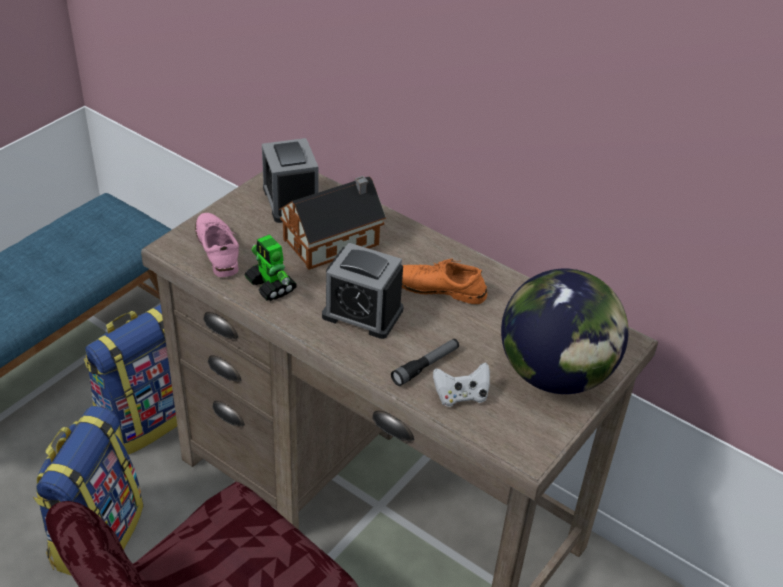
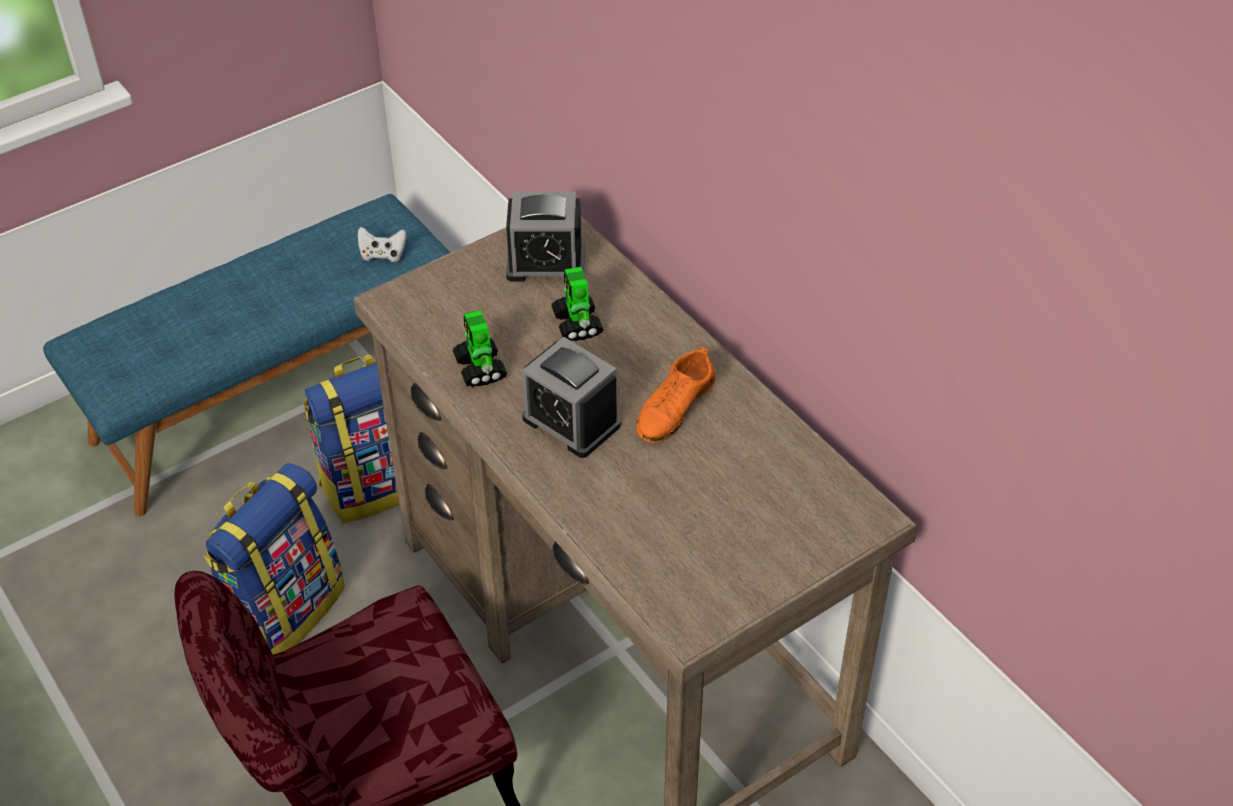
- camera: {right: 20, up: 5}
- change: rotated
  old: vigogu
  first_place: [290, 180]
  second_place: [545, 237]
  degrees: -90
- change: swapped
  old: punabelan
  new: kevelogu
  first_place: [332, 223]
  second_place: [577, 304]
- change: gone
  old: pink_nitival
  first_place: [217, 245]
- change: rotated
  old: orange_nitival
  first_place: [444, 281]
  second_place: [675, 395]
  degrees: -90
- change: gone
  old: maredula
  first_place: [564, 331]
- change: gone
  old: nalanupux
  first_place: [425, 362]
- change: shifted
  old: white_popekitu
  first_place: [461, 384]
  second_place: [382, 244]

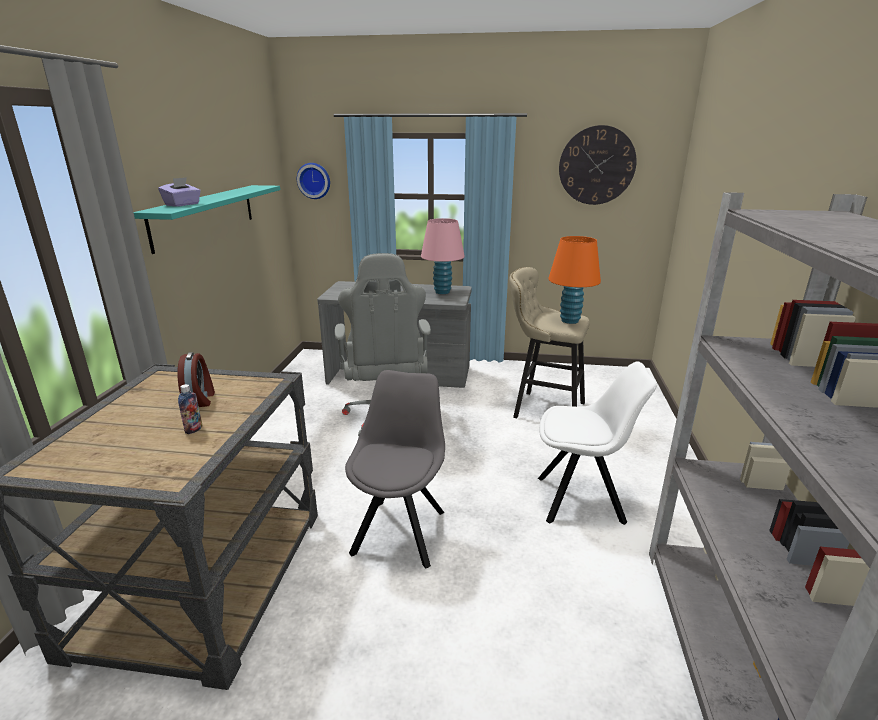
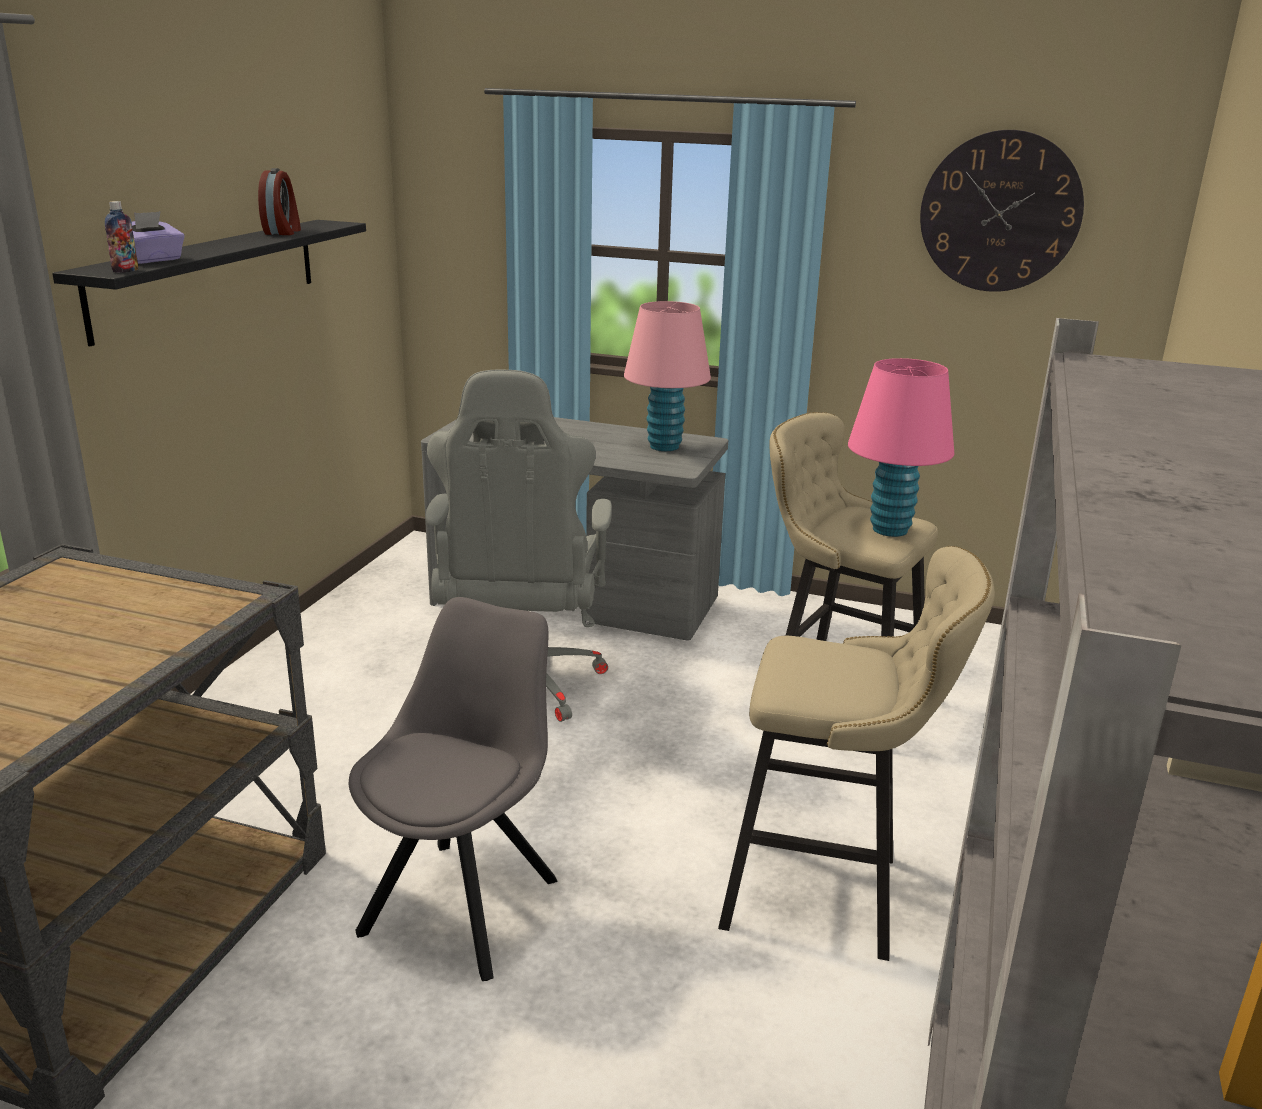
- camera: {right: 10, up: 0}
- change: gone
  old: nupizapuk
  first_place: [313, 181]
- change: repainted
  old: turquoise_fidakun
  new: black_fidakun
  first_place: [206, 219]
  second_place: [209, 283]
- change: repainted
  old: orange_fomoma
  new: pink_fomoma
  first_place: [574, 280]
  second_place: [901, 447]
- change: shifted
  old: vigogu
  first_place: [196, 379]
  second_place: [279, 201]
- change: swapped
  old: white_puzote
  new: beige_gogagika
  first_place: [597, 443]
  second_place: [856, 753]
- change: shifted
  old: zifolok
  first_place: [190, 409]
  second_place: [121, 237]

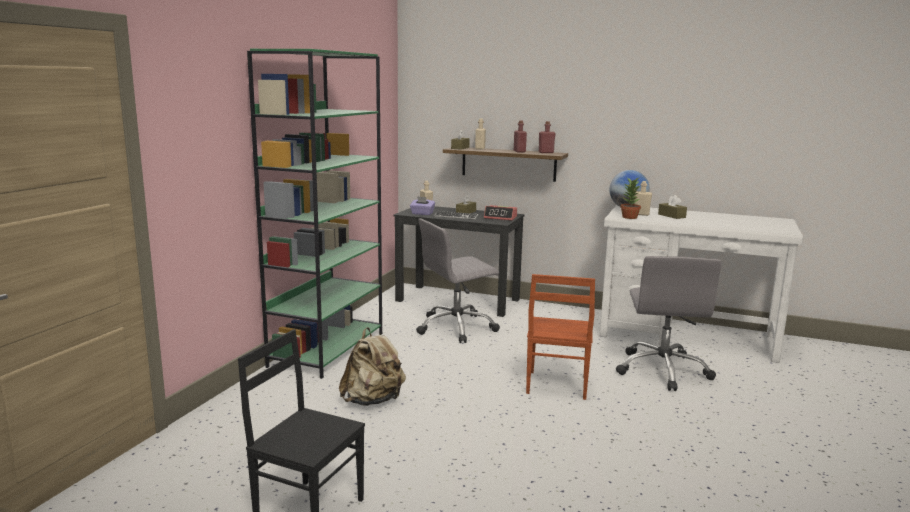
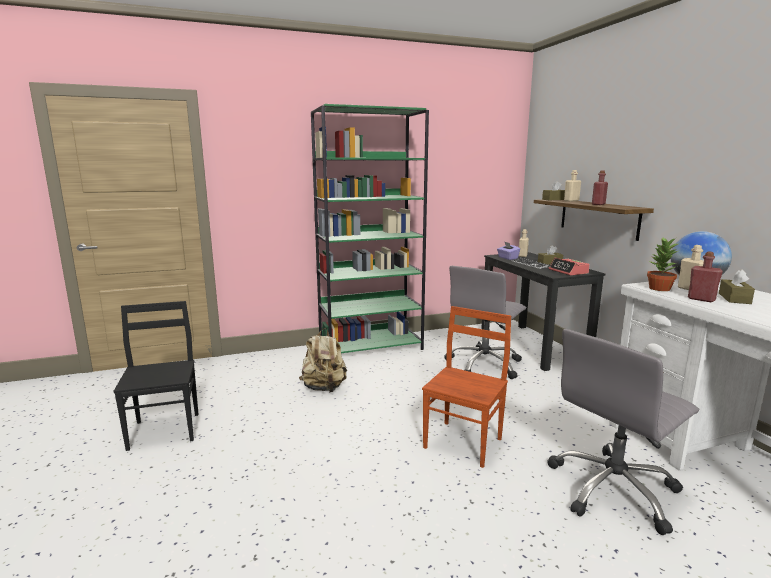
- camera: {right: 50, up: 0}
- change: shifted
  old: red_zifolok
  first_place: [547, 137]
  second_place: [705, 276]
- change: rotated
  old: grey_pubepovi
  first_place: [458, 280]
  second_place: [485, 322]
  degrees: -75
- change: rotated
  old: brown_puzote
  first_place: [560, 337]
  second_place: [466, 387]
  degrees: 150

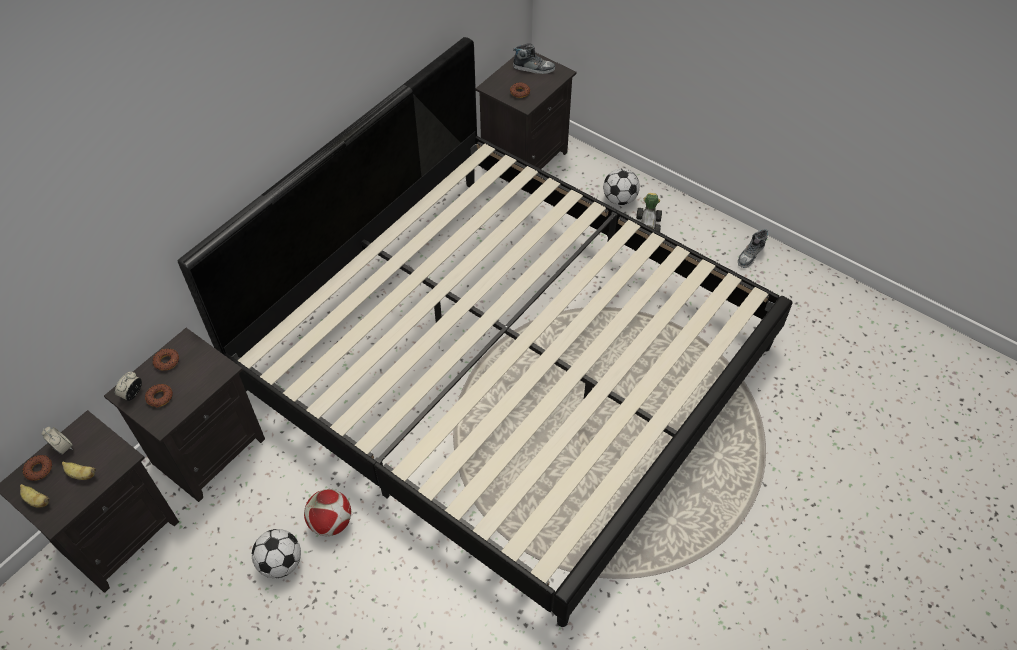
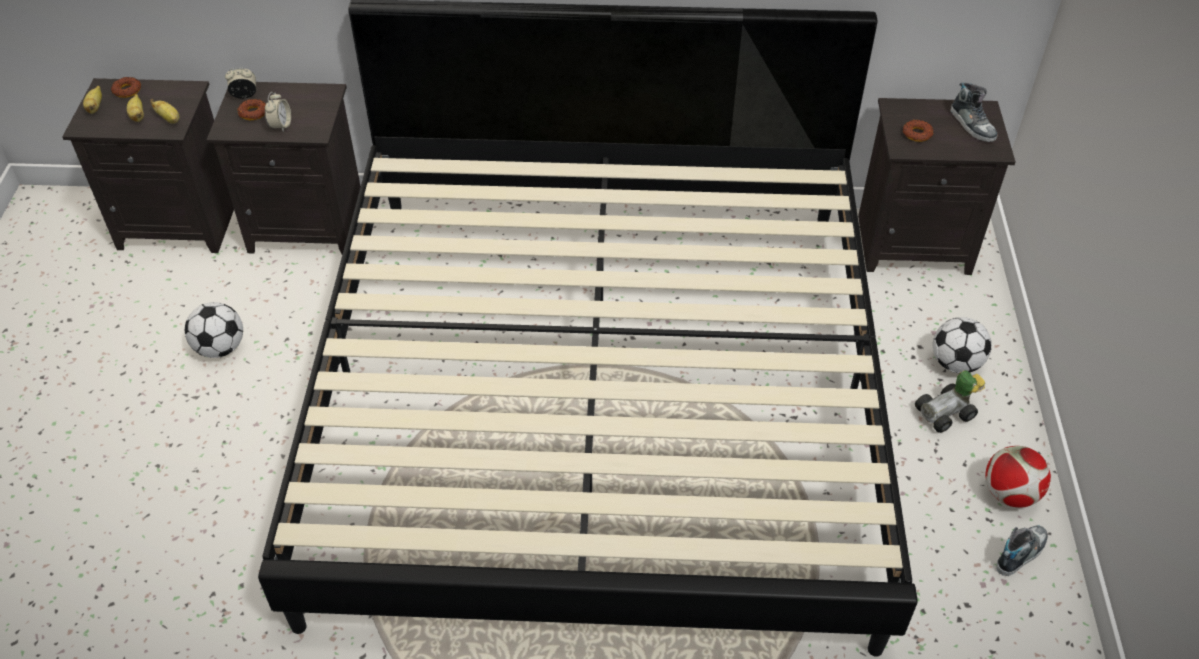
- camera: {right: 55, up: -5}
- change: rotated
  old: nitival
  first_place: [753, 248]
  second_place: [1022, 550]
  degrees: 135
- change: gone
  old: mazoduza
  first_place: [165, 360]
- change: shifted
  old: vigogu
  first_place: [57, 441]
  second_place: [278, 112]
- change: shifted
  old: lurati
  first_place: [327, 512]
  second_place: [1018, 477]
- change: new
  new: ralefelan
  second_place: [165, 111]

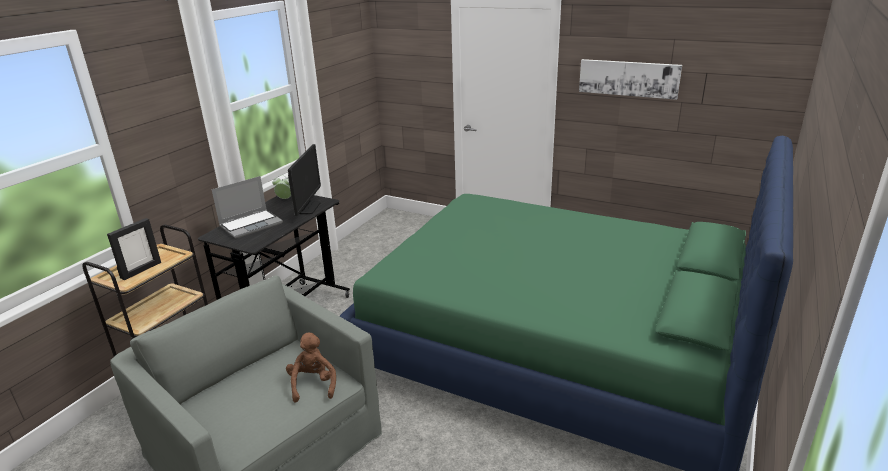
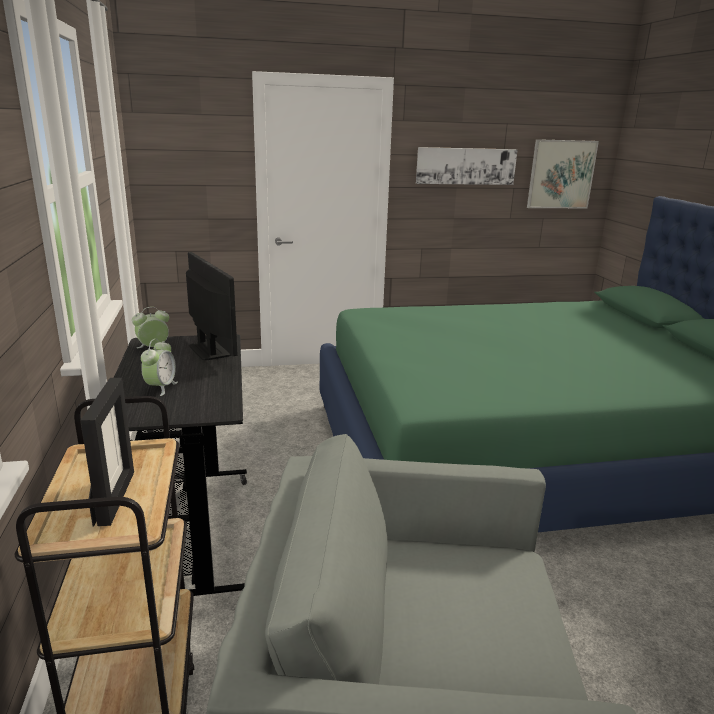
- camera: {right: -40, up: -5}
- change: swapped
  old: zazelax
  new: vigogu
  first_place: [247, 207]
  second_place: [159, 367]
- change: gone
  old: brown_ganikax
  first_place: [311, 367]
- change: new
  new: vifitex
  second_place: [563, 173]

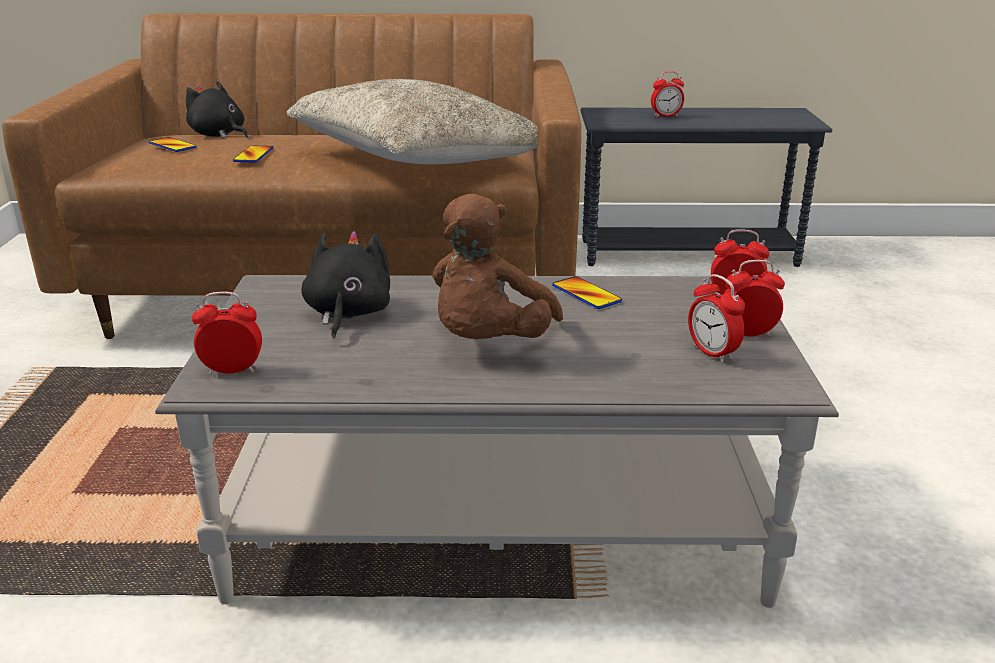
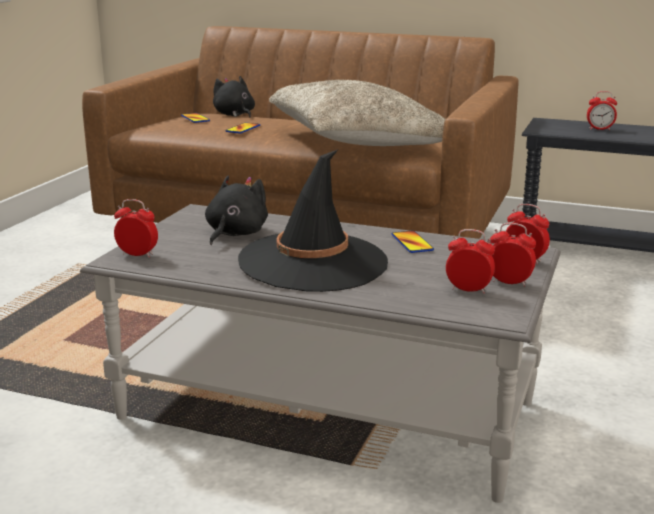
- camera: {right: 20, up: -5}
- change: swapped
  old: brown_ganikax
  new: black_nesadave
  first_place: [497, 266]
  second_place: [313, 221]
- change: rotated
  old: vigogu
  first_place: [716, 318]
  second_place: [470, 261]
  degrees: 120

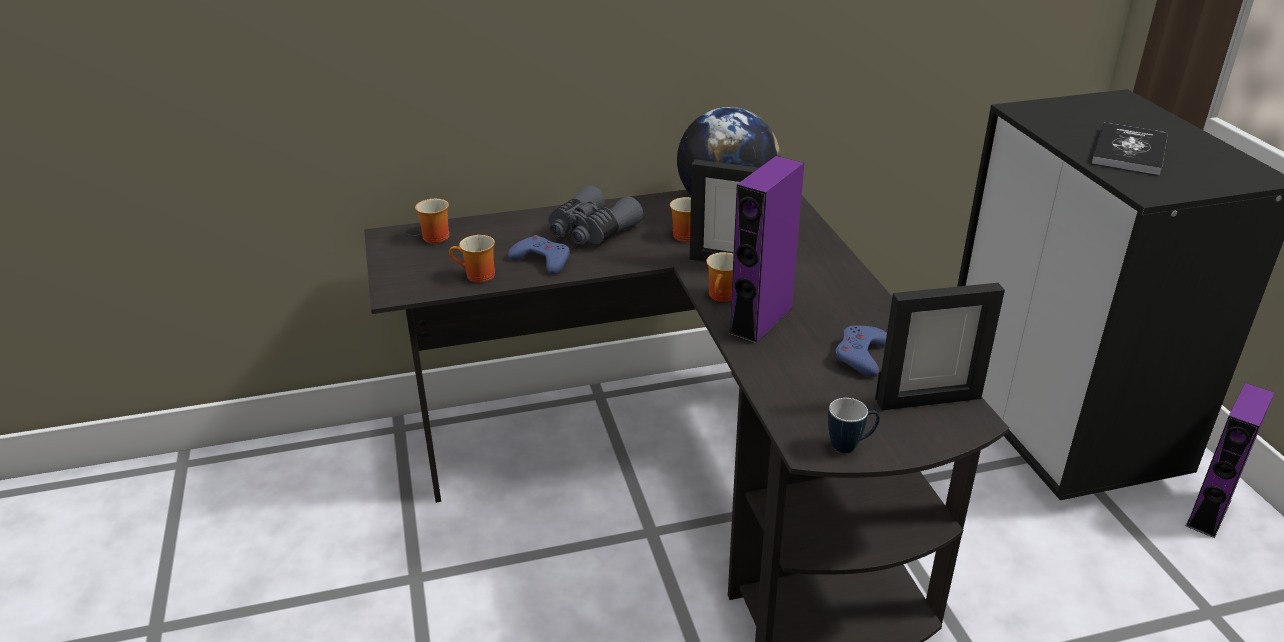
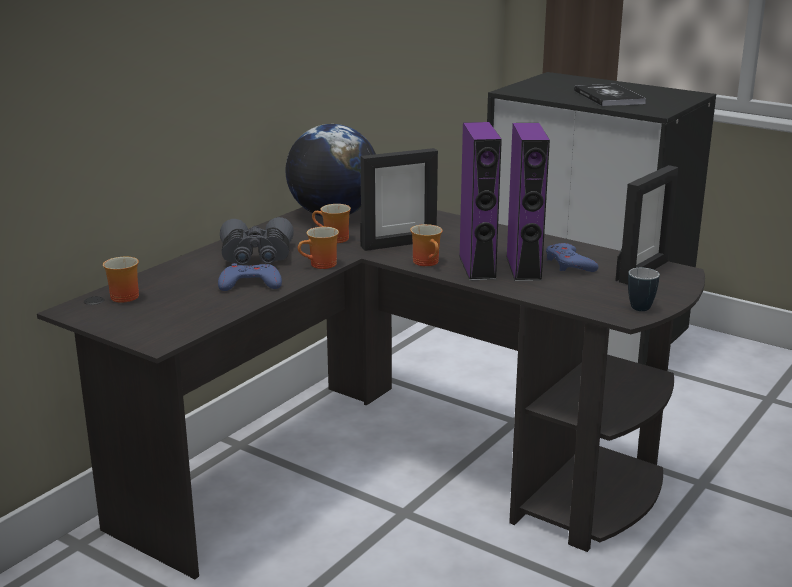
- camera: {right: -40, up: -10}
- change: shifted
  old: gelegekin
  first_place: [472, 259]
  second_place: [318, 248]
- change: shifted
  old: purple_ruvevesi
  first_place: [1230, 460]
  second_place: [528, 202]

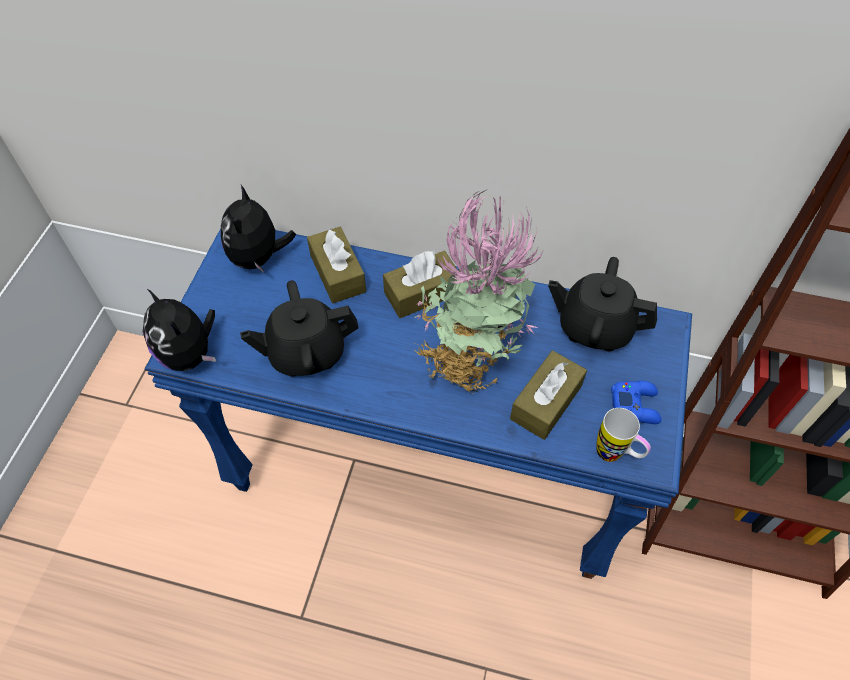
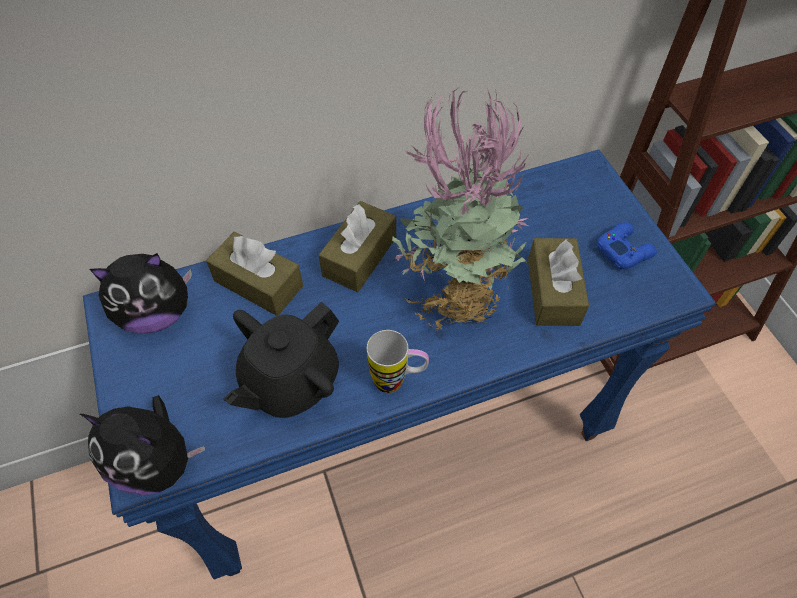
- camera: {right: -35, up: 0}
- change: rotated
  old: ganikax
  first_place: [258, 229]
  second_place: [141, 293]
  degrees: -75
- change: gone
  old: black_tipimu
  first_place: [602, 304]
- change: shifted
  old: gelegekin
  first_place: [623, 435]
  second_place: [398, 361]

